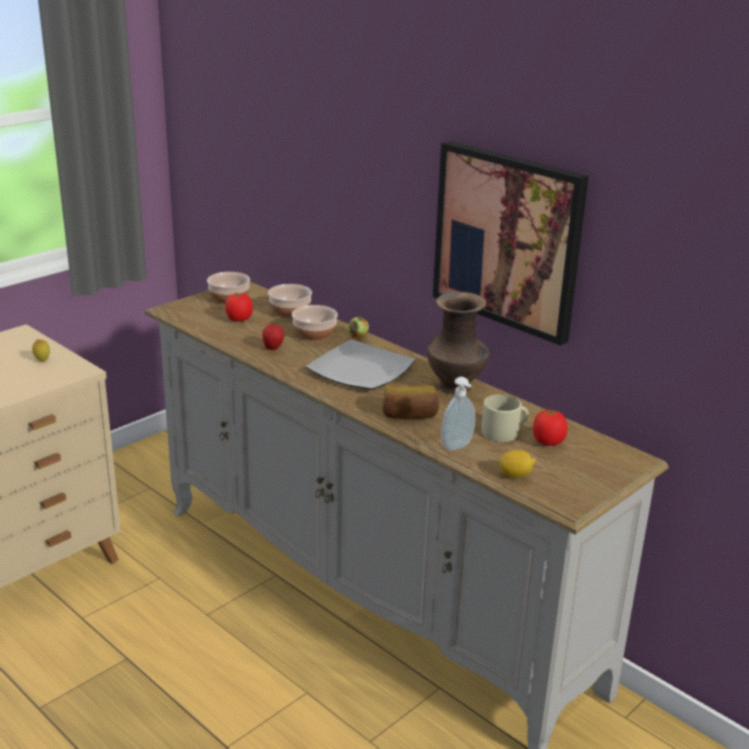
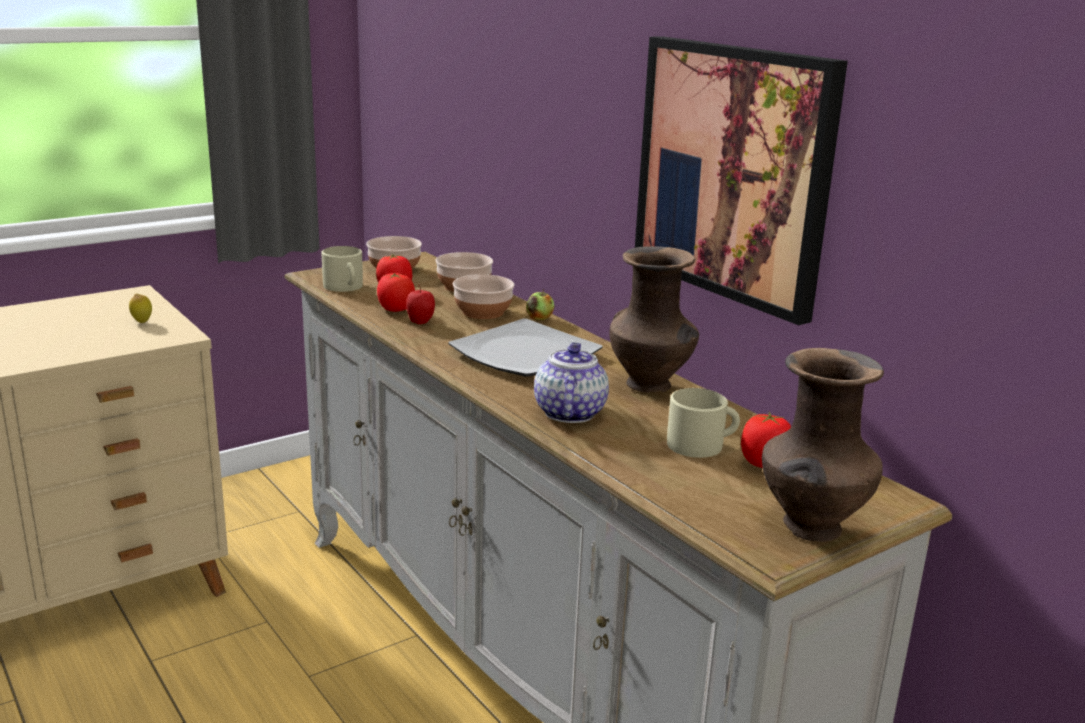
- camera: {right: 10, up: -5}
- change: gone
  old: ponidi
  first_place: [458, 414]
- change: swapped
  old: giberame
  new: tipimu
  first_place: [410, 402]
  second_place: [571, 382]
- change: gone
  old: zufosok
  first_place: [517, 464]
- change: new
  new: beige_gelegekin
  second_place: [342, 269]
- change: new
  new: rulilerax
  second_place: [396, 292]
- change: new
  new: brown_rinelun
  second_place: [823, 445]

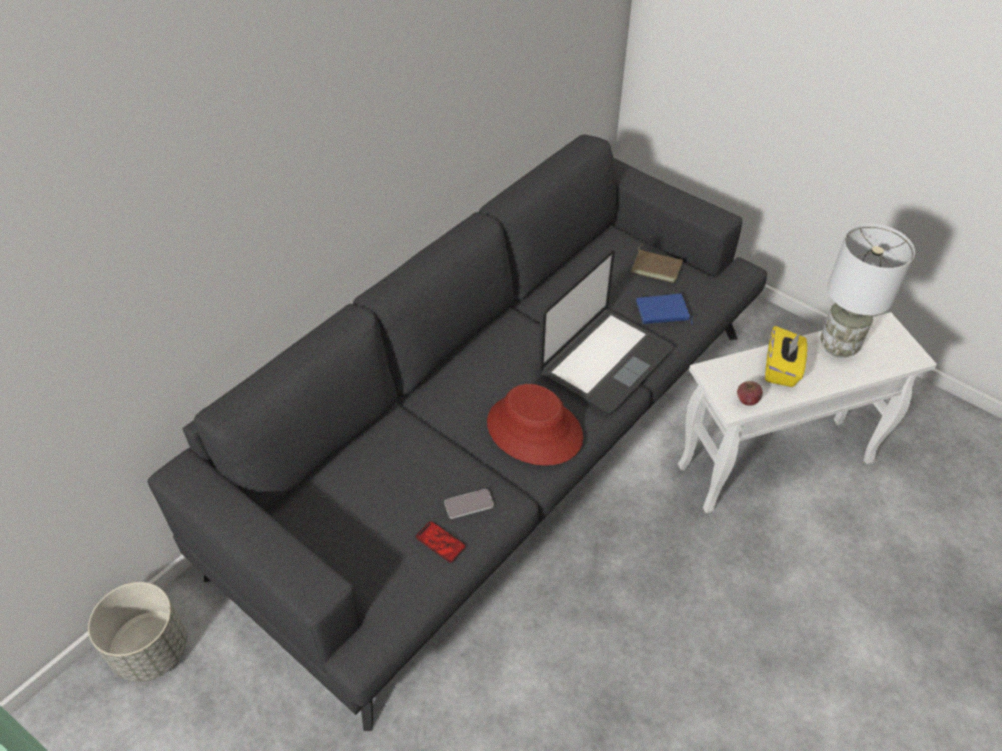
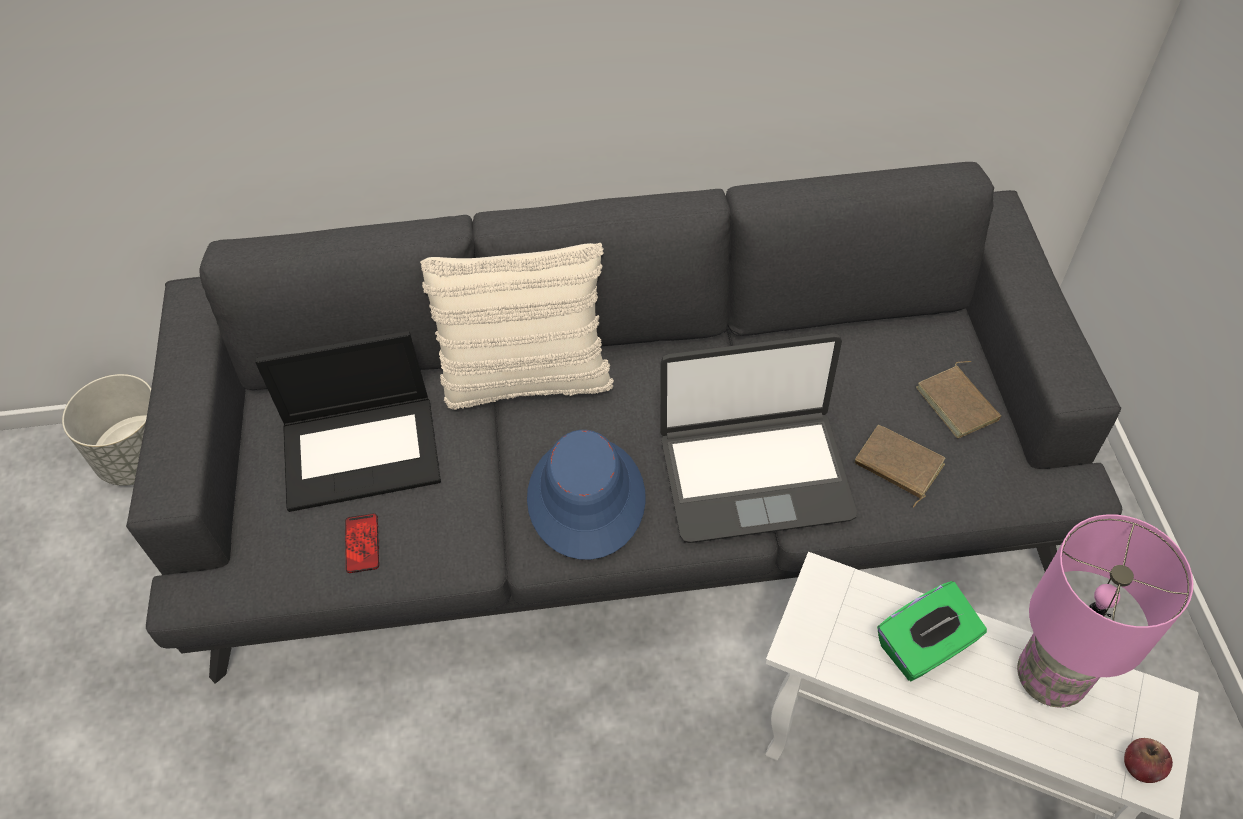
- camera: {right: 45, up: 5}
- change: repainted
  old: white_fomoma
  new: pink_fomoma
  first_place: [867, 291]
  second_place: [1105, 611]
- change: repainted
  old: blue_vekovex
  new: brown_vekovex
  first_place: [664, 309]
  second_place: [900, 466]
- change: repainted
  old: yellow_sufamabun
  new: green_sufamabun
  first_place: [786, 356]
  second_place: [932, 631]
- change: shifted
  old: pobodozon
  first_place: [750, 393]
  second_place: [1148, 760]
- change: repainted
  old: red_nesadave
  new: blue_nesadave
  first_place: [535, 425]
  second_place: [586, 495]
- change: gone
  old: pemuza
  first_place: [469, 504]
- change: new
  new: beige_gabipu
  second_place: [517, 326]
- change: new
  new: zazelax
  second_place: [348, 421]

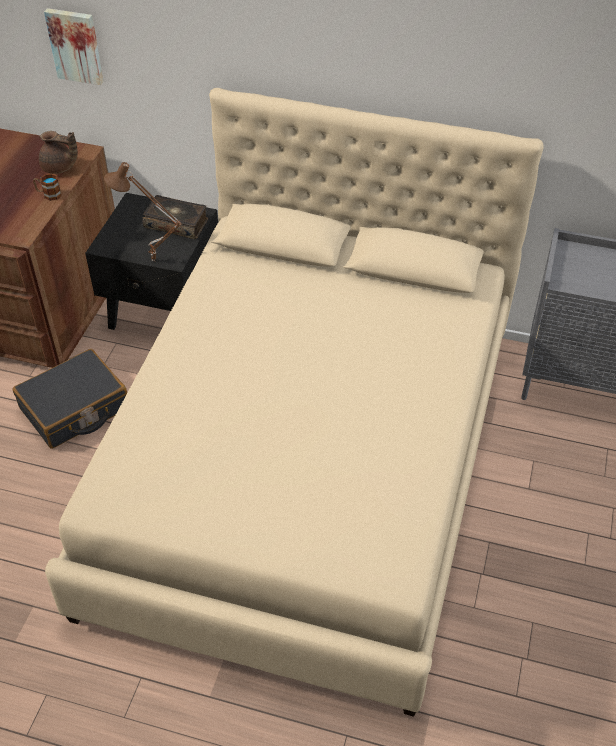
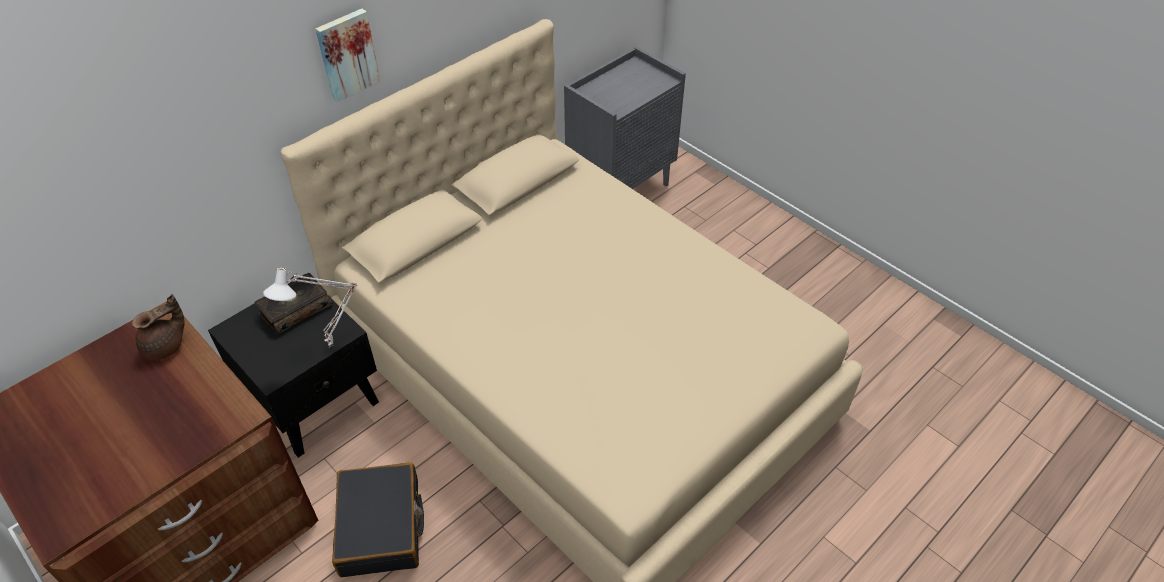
- camera: {right: -60, up: 0}
- change: shifted
  old: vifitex
  first_place: [74, 46]
  second_place: [347, 55]
- change: repainted
  old: brown_fomoma
  new: white_fomoma
  first_place: [143, 212]
  second_place: [310, 308]
- change: gone
  old: gelegekin
  first_place: [47, 187]

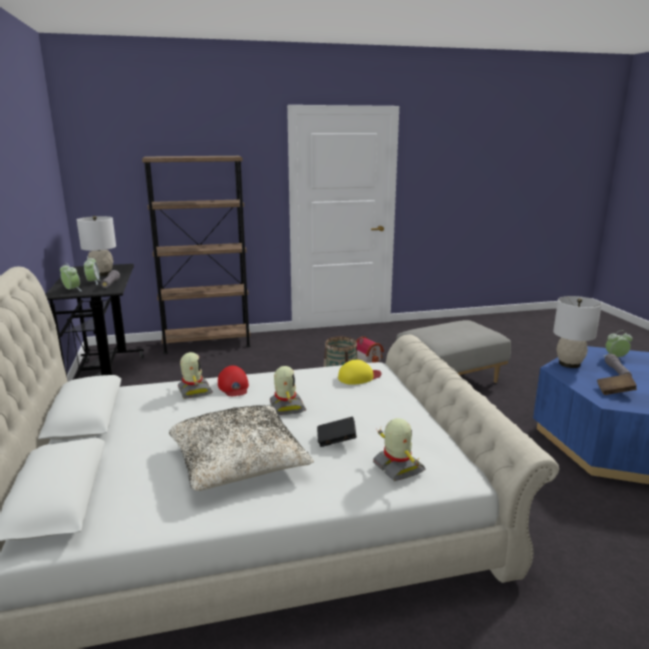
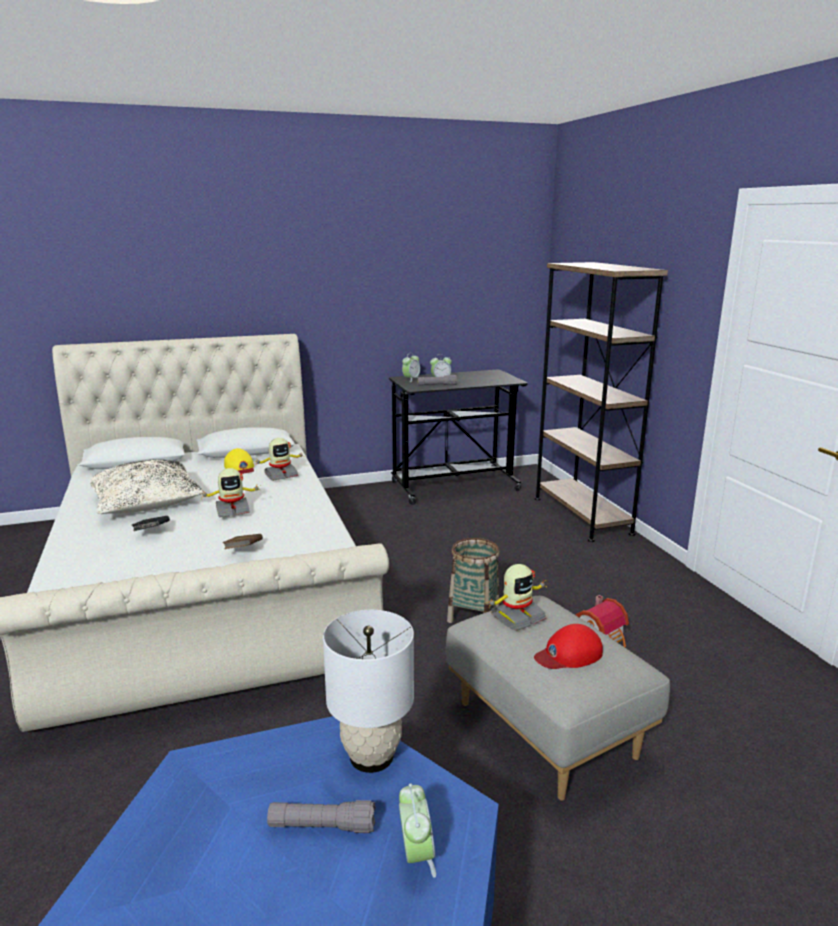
- camera: {right: 85, up: 0}
- change: gone
  old: white_fomoma
  first_place: [96, 246]
- change: shifted
  old: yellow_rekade
  first_place: [360, 372]
  second_place: [239, 461]
- change: shifted
  old: red_rekade
  first_place: [233, 380]
  second_place: [568, 646]
- change: shifted
  old: brown_vekovex
  first_place: [617, 384]
  second_place: [243, 541]
- change: shifted
  old: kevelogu
  first_place: [399, 449]
  second_place: [516, 597]

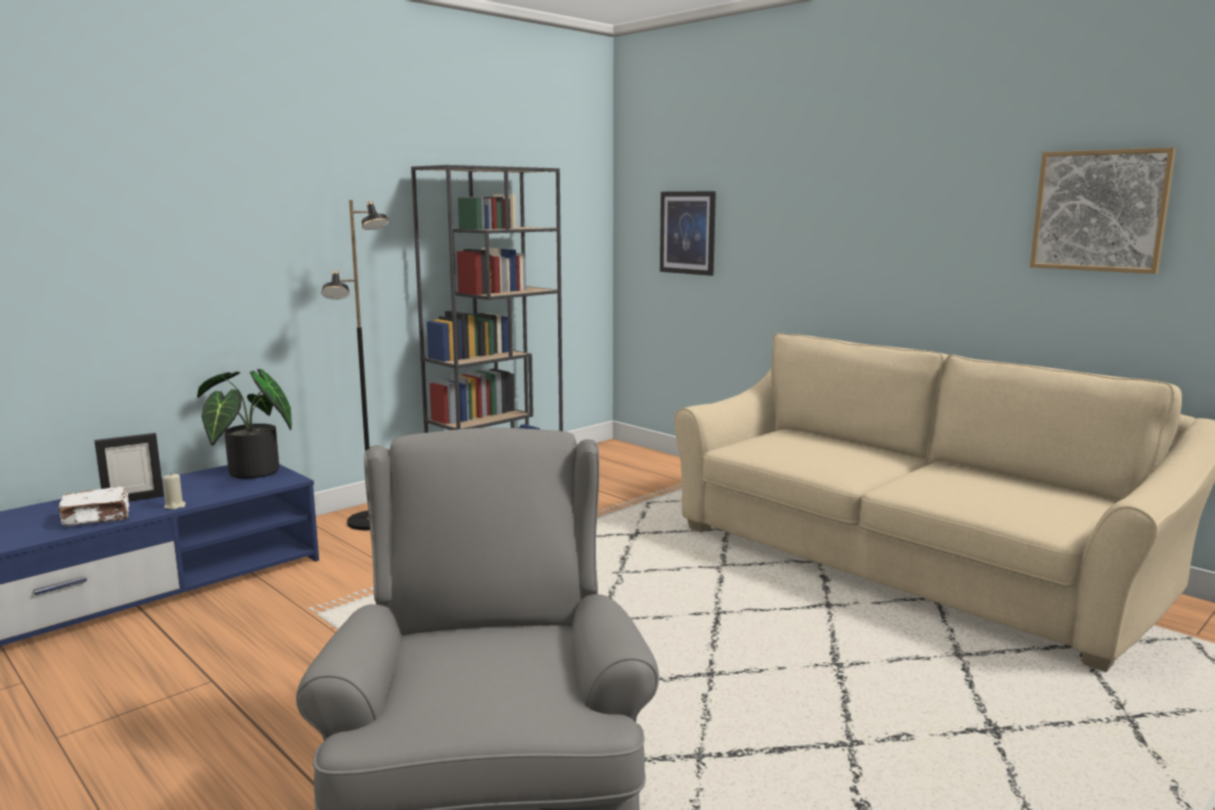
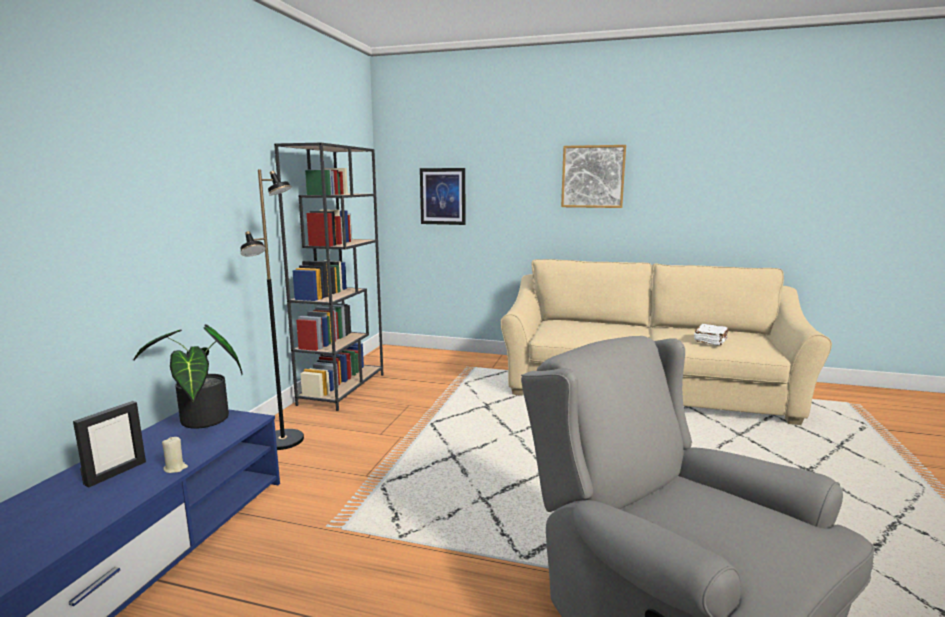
- camera: {right: -30, up: 0}
- change: shifted
  old: vifitex
  first_place: [1103, 210]
  second_place: [593, 176]
- change: shifted
  old: white_vekovex
  first_place: [94, 506]
  second_place: [711, 335]

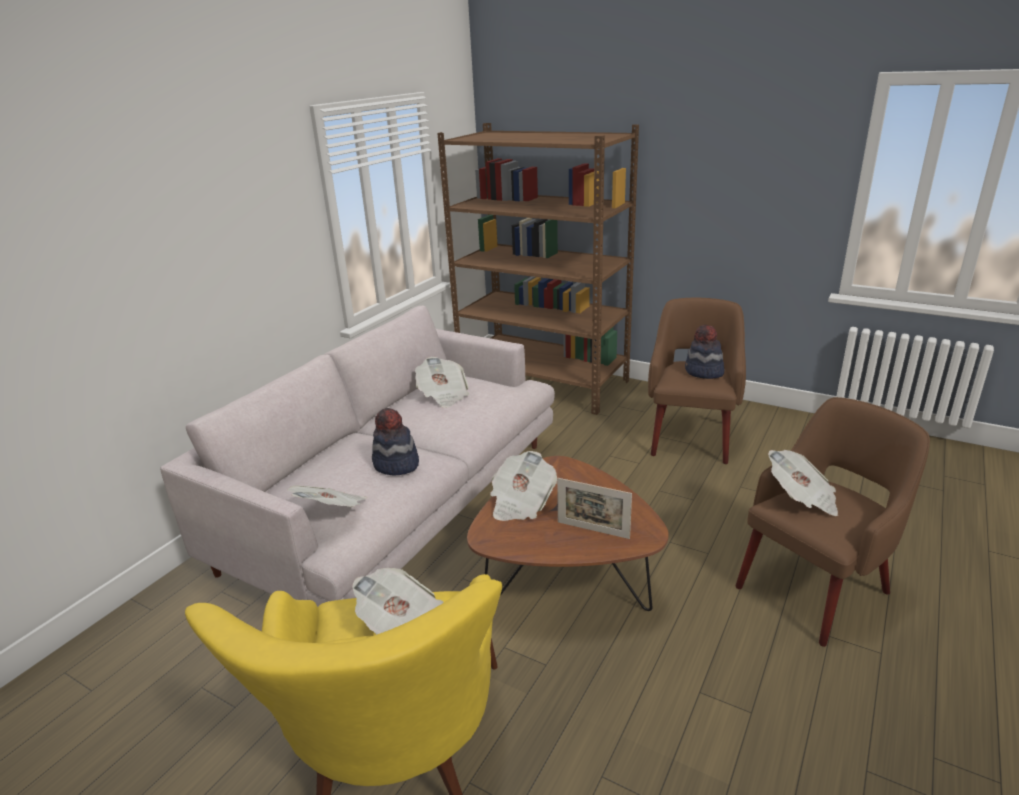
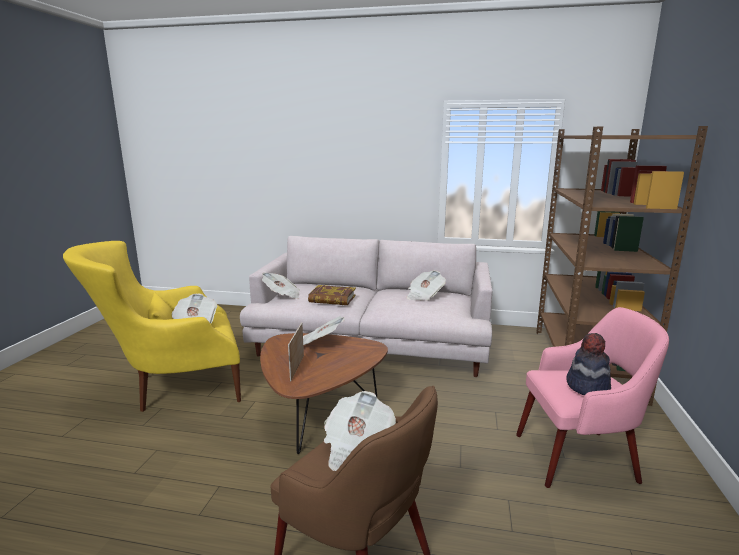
- camera: {right: 70, up: -10}
- change: repainted
  old: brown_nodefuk
  new: pink_nodefuk
  first_place: [697, 381]
  second_place: [592, 397]
- change: swapped
  old: nesadave
  new: vekovex
  first_place: [395, 441]
  second_place: [332, 295]

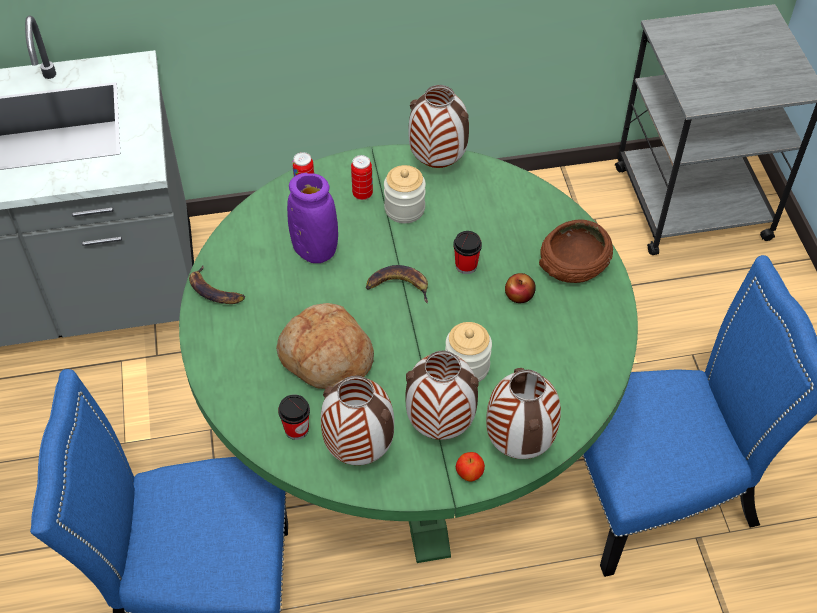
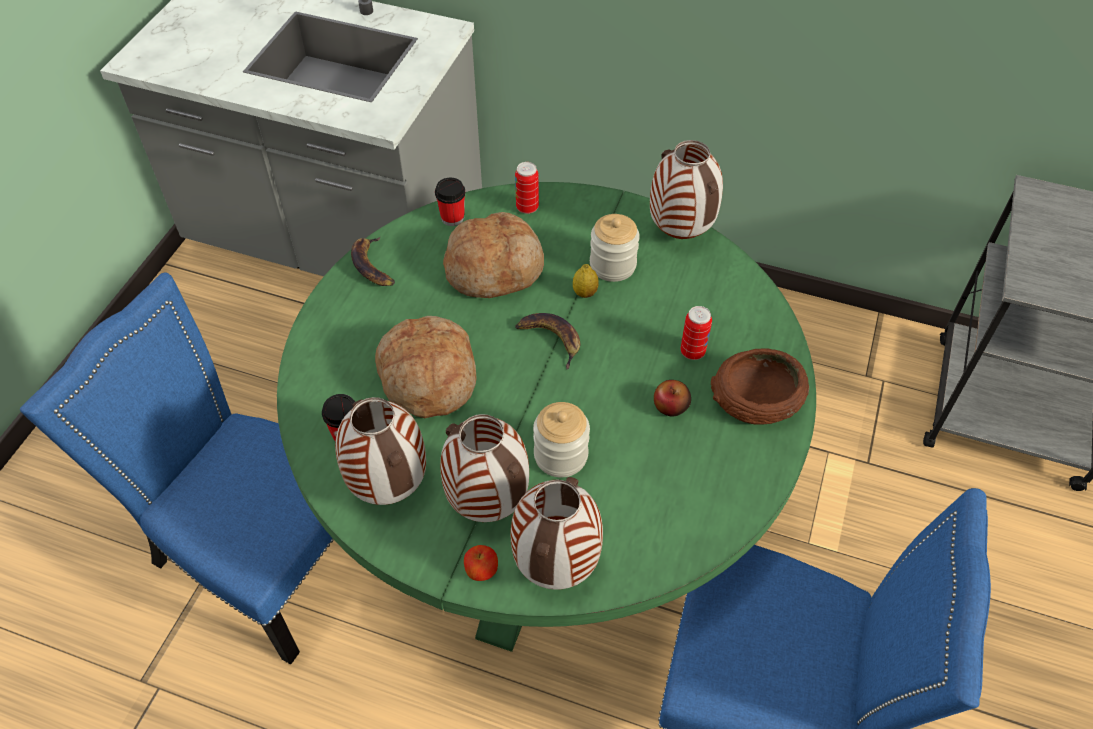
- camera: {right: 30, up: 0}
- change: shifted
  old: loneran
  first_place: [362, 177]
  second_place: [696, 333]
- change: swapped
  old: purple_rinelun
  new: giberame
  first_place: [312, 218]
  second_place: [493, 255]
- change: shifted
  old: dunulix
  first_place: [467, 252]
  second_place: [450, 202]
- change: new
  new: zufosok
  second_place: [586, 281]

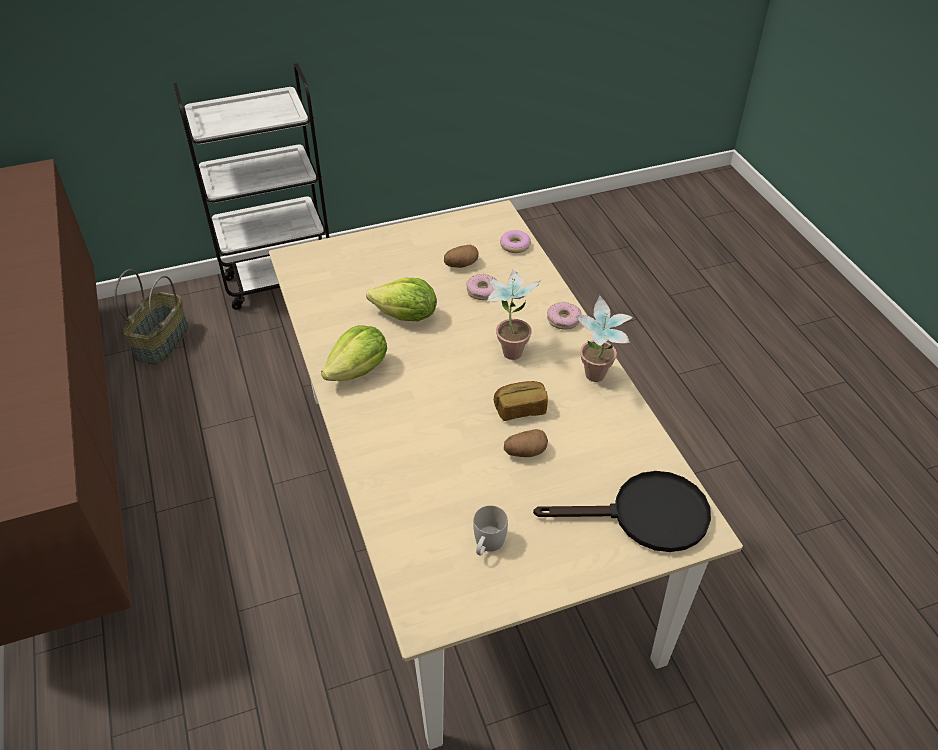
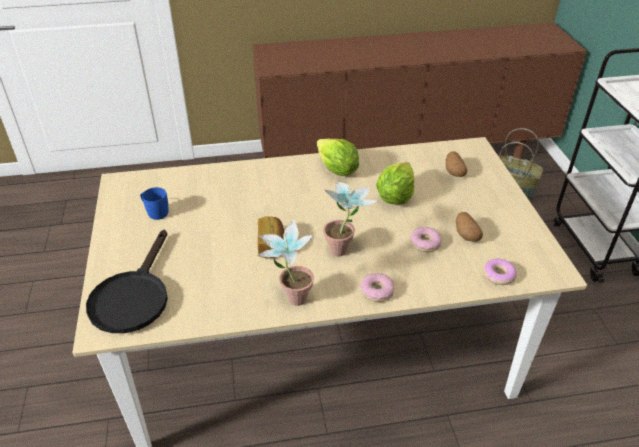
- camera: {right: 100, up: -5}
- change: shifted
  old: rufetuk
  first_place: [526, 443]
  second_place: [456, 164]
- change: repainted
  old: white_gelegekin
  new: blue_gelegekin
  first_place: [490, 530]
  second_place: [154, 203]

